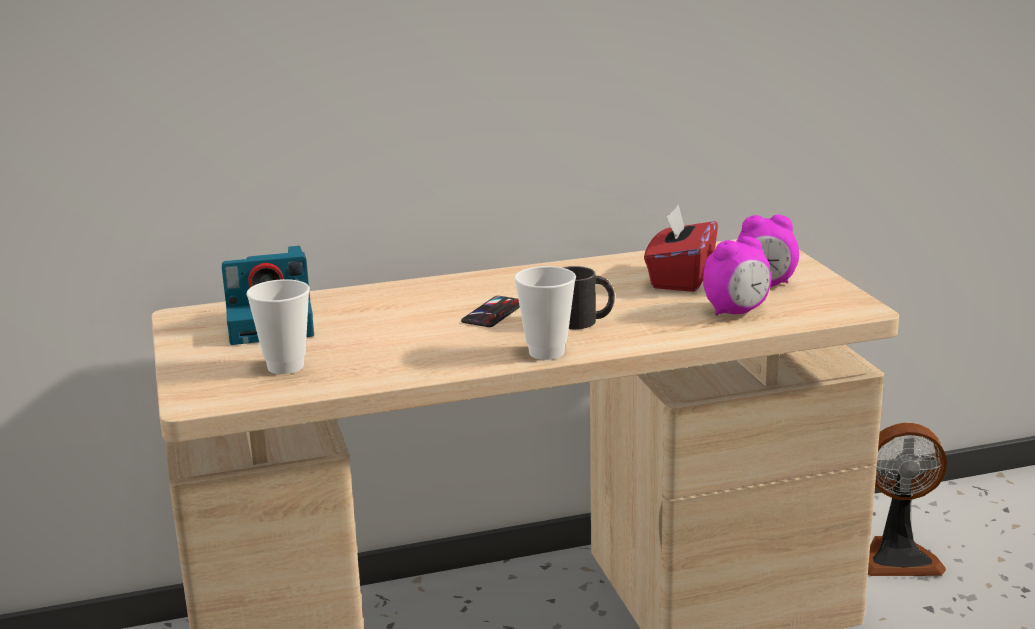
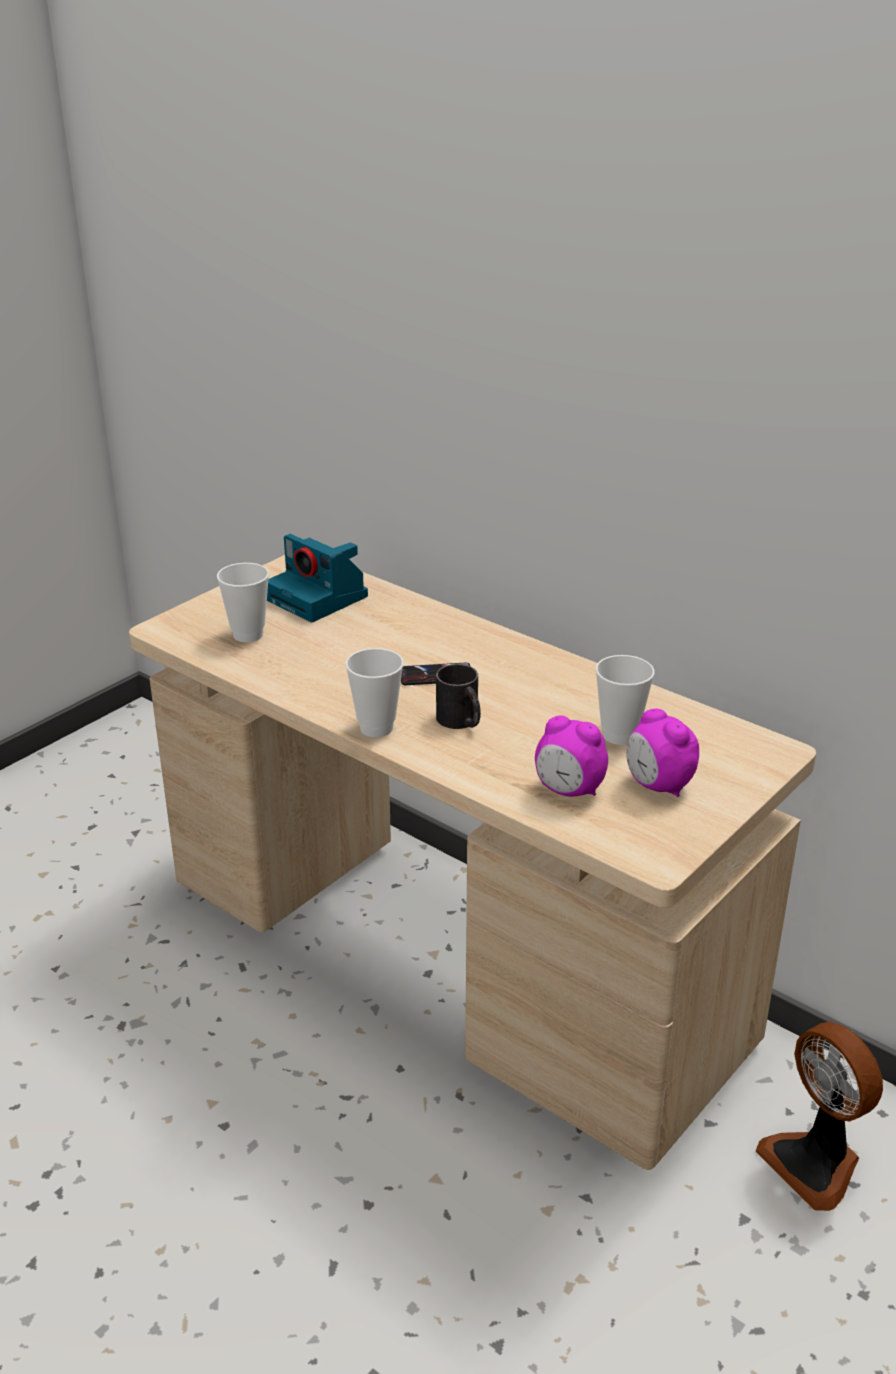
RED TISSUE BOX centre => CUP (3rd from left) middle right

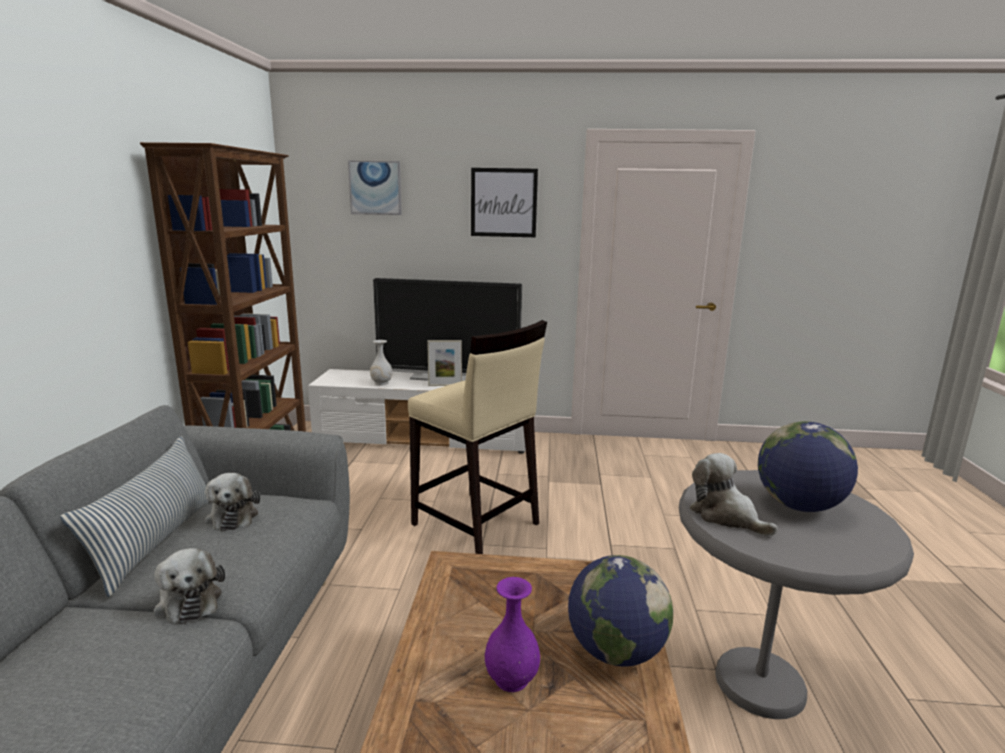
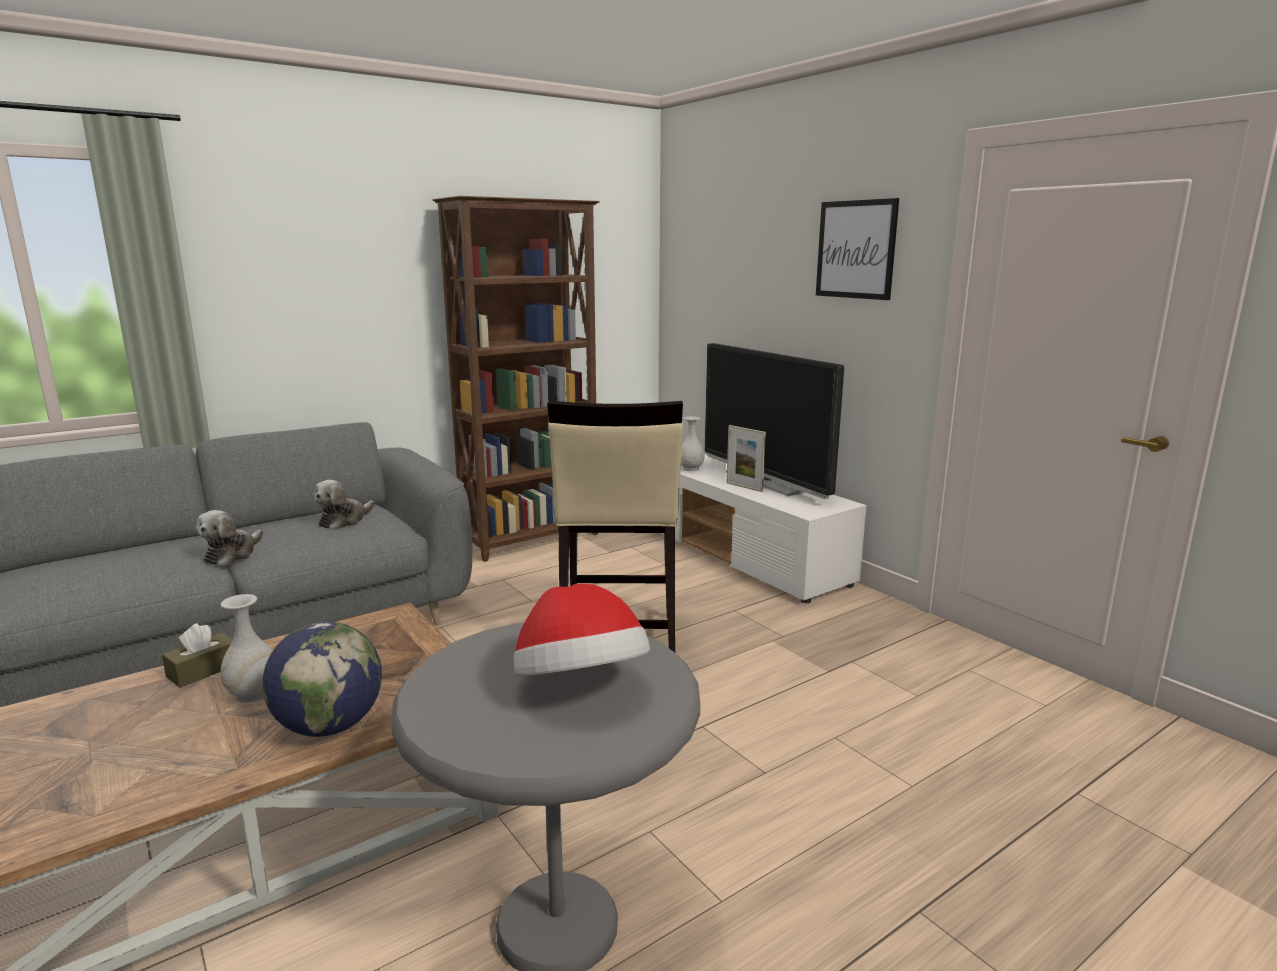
PILLOW bottom left => nothing
PICTURE (1st from left) top centre => nothing
PLUSH TOY (3rd from left) middle right => nothing
nothing => BROWN TISSUE BOX bottom left
GLOBE (2nd from left) middle right => HAT centre
PURPLE VASE bottom centre => WHITE VASE (1st from left) bottom left

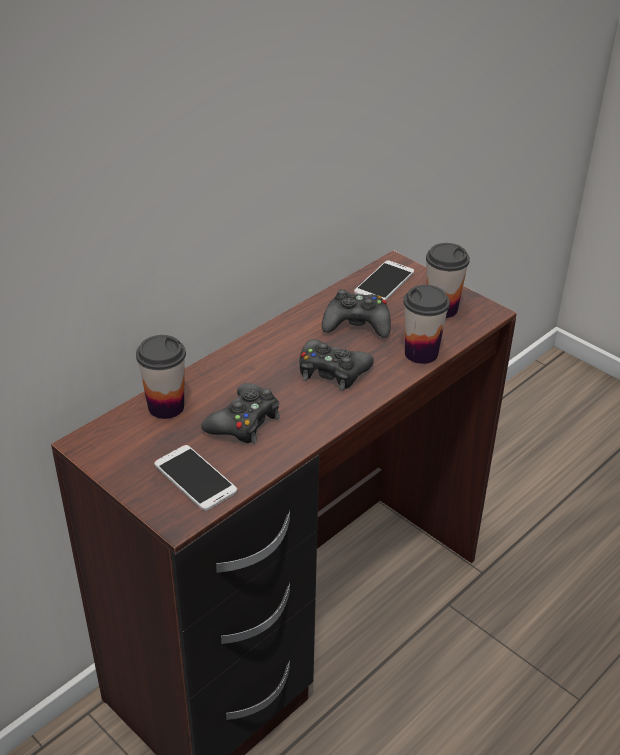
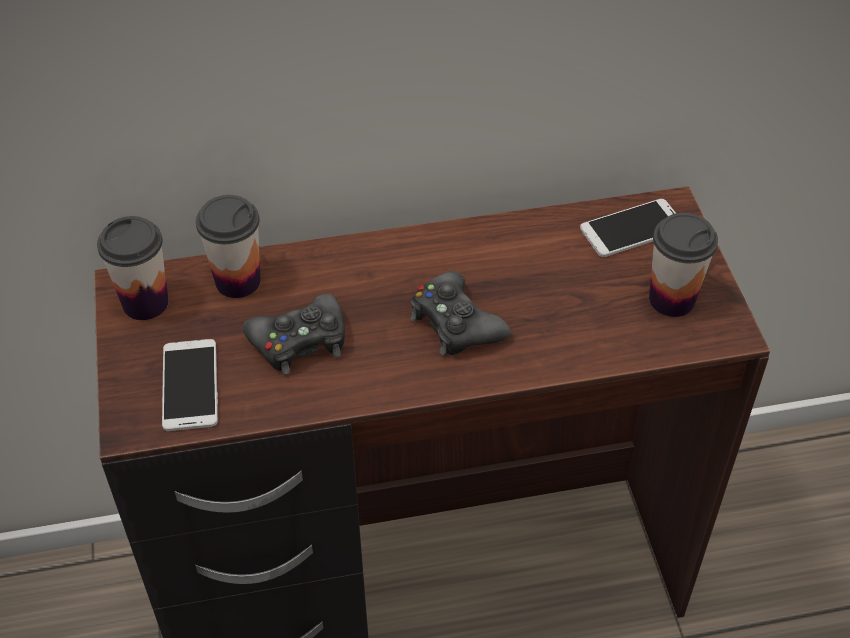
BLACK GAME CONTROLLER (3rd from left) centre => nothing
CUP (2nd from left in the first image) middle right => CUP (1st from left) middle left, moved

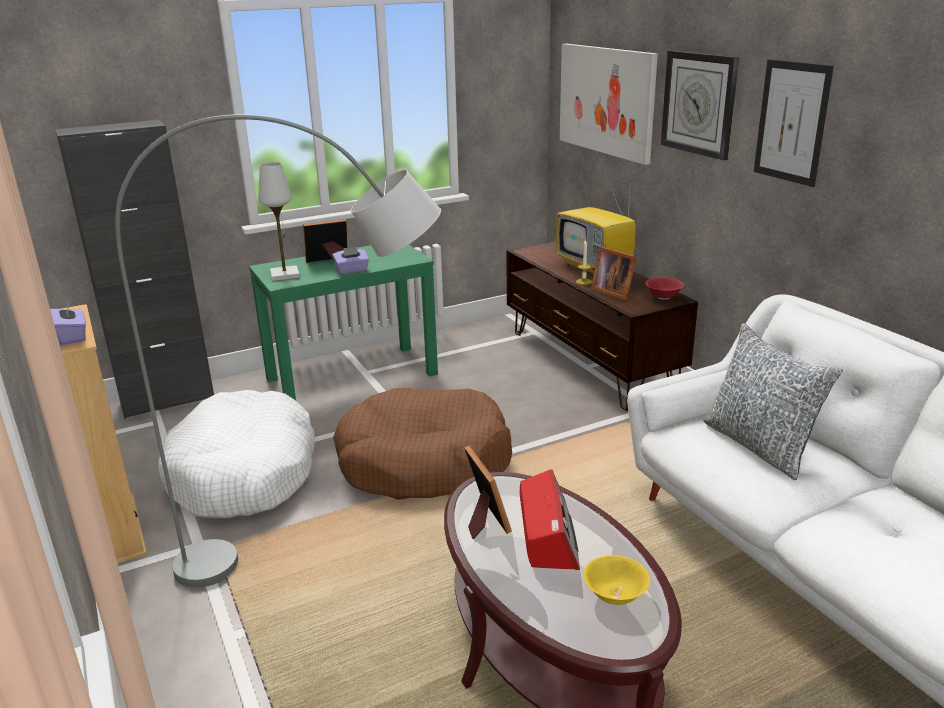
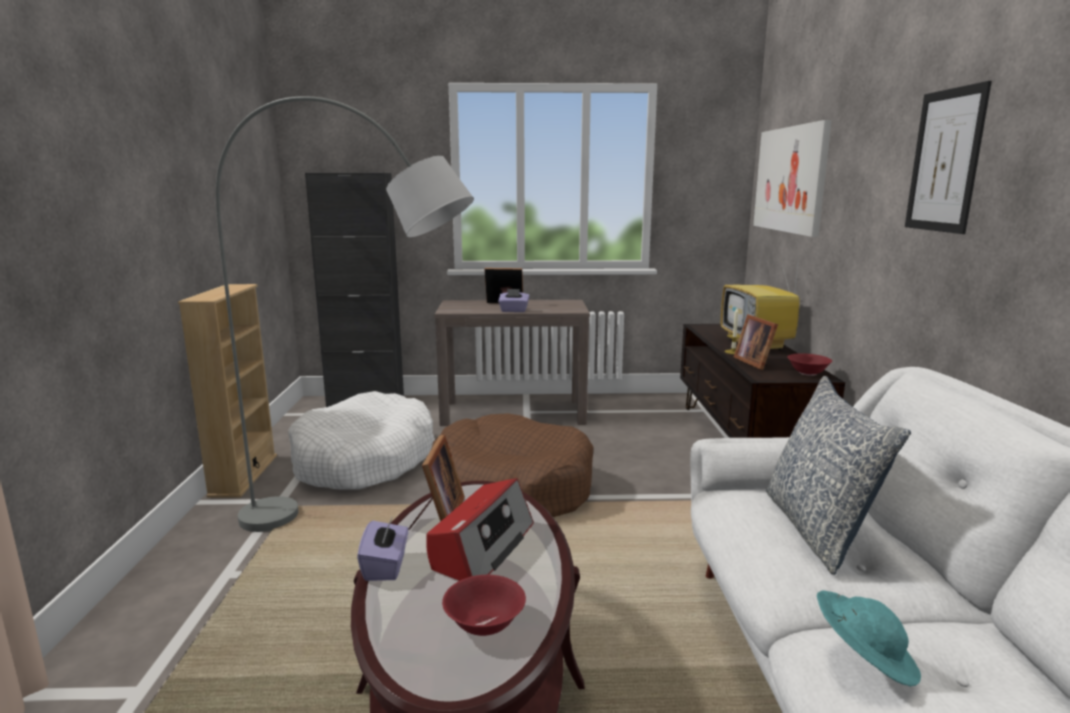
WHITE TABLE LAMP top left => nothing
WALL CLOCK top right => nothing
nothing => TURQUOISE HAT bottom right
PURPLE TISSUE BOX (1st from left) middle left => PURPLE TISSUE BOX (1st from left) bottom centre, moved
GREEN CONSOLE TABLE centre => BROWN CONSOLE TABLE centre
YELLOW BOWL bottom centre => RED BOWL (1st from left) bottom centre

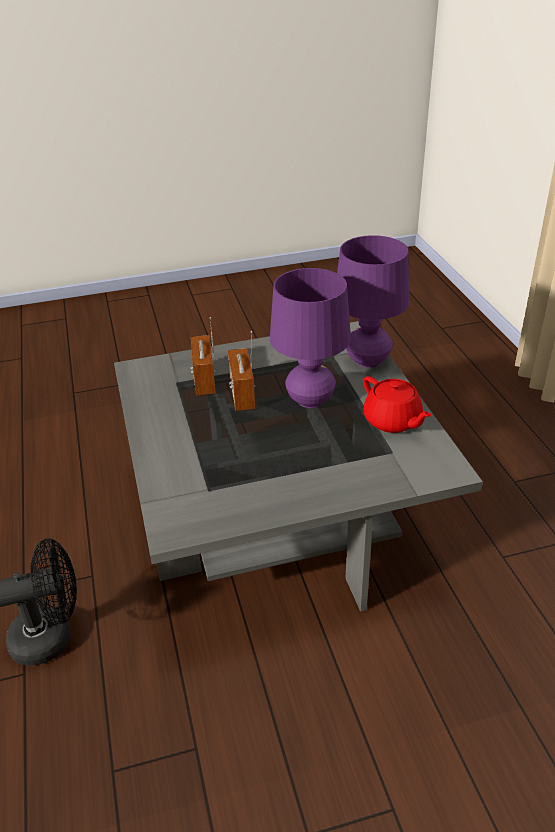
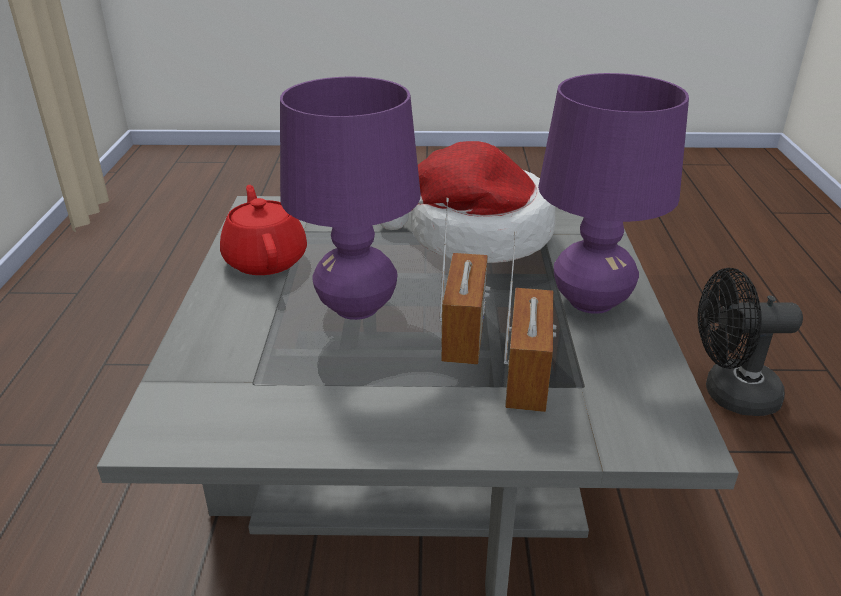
nothing => HAT centre
PURPLE TABLE LAMP (2nd from left) middle right => PURPLE TABLE LAMP (2nd from left) top right, moved

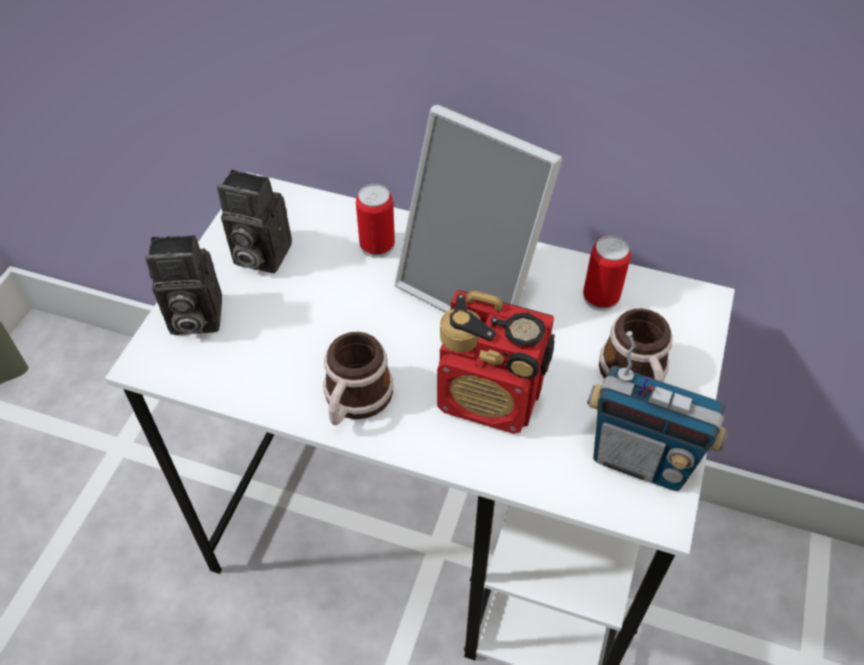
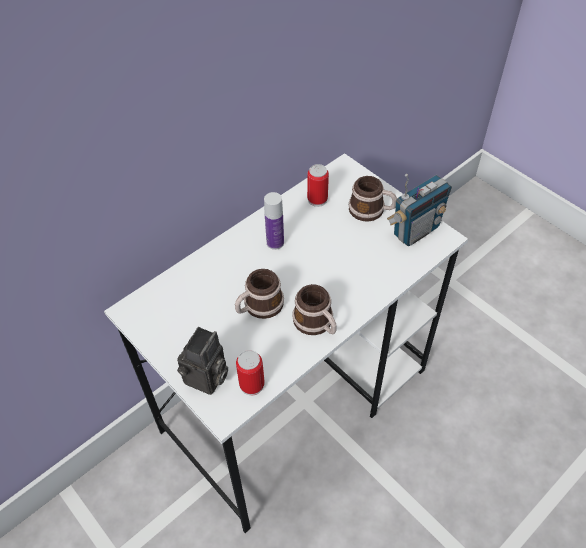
PHOTO CAMERA (2nd from left) top left => nothing
RADIO (1st from left) centre => nothing
nothing => MUG (1st from left) centre
CAN (1st from left) top centre => CAN (1st from left) bottom centre, moved
PICTURE FRAME top centre => BOTTLE centre

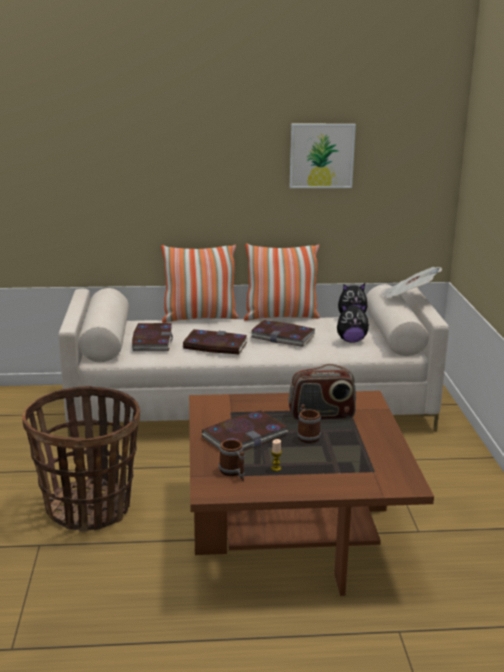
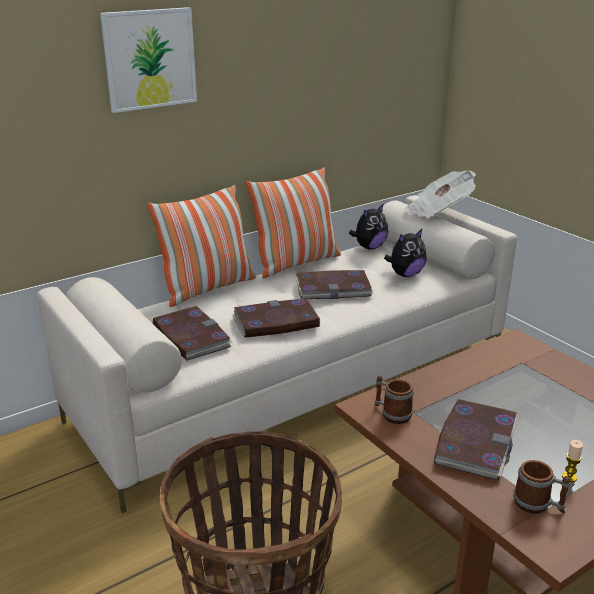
RADIO centre => nothing
PICTURE top centre => PICTURE top left, moved
MUG (2nd from left in the first image) centre => MUG (1st from left) bottom centre, moved

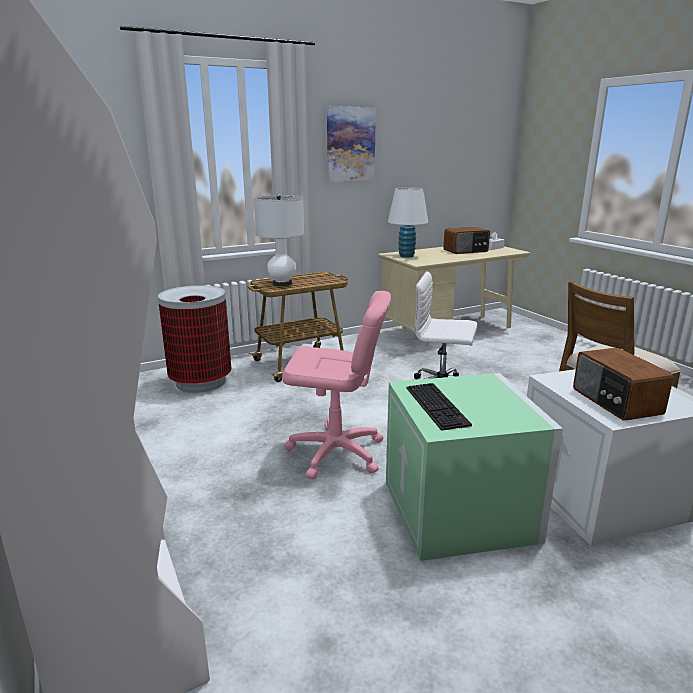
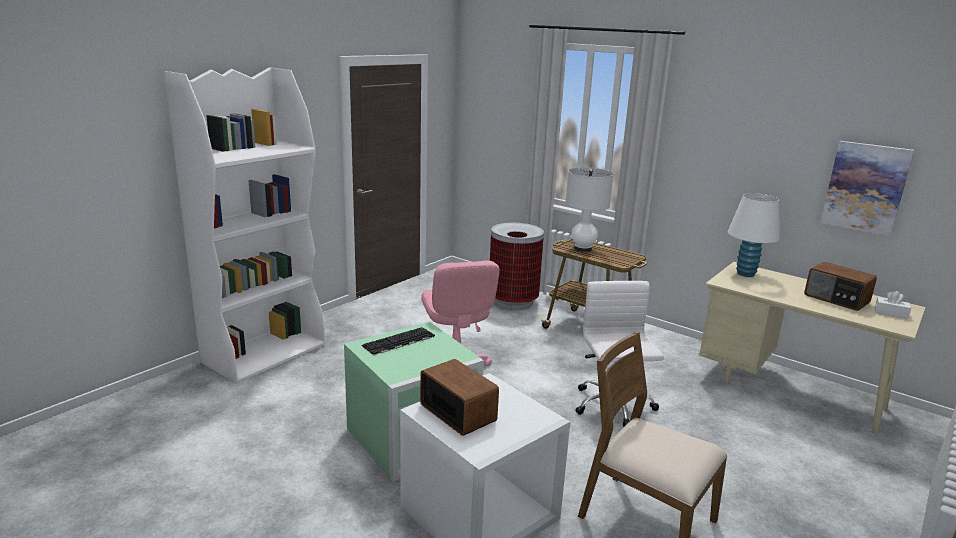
PICTURE top centre => PICTURE middle right, moved
RADIO (2nd from left in the first image) middle right => RADIO (1st from left) bottom centre, 90 degrees clockwise

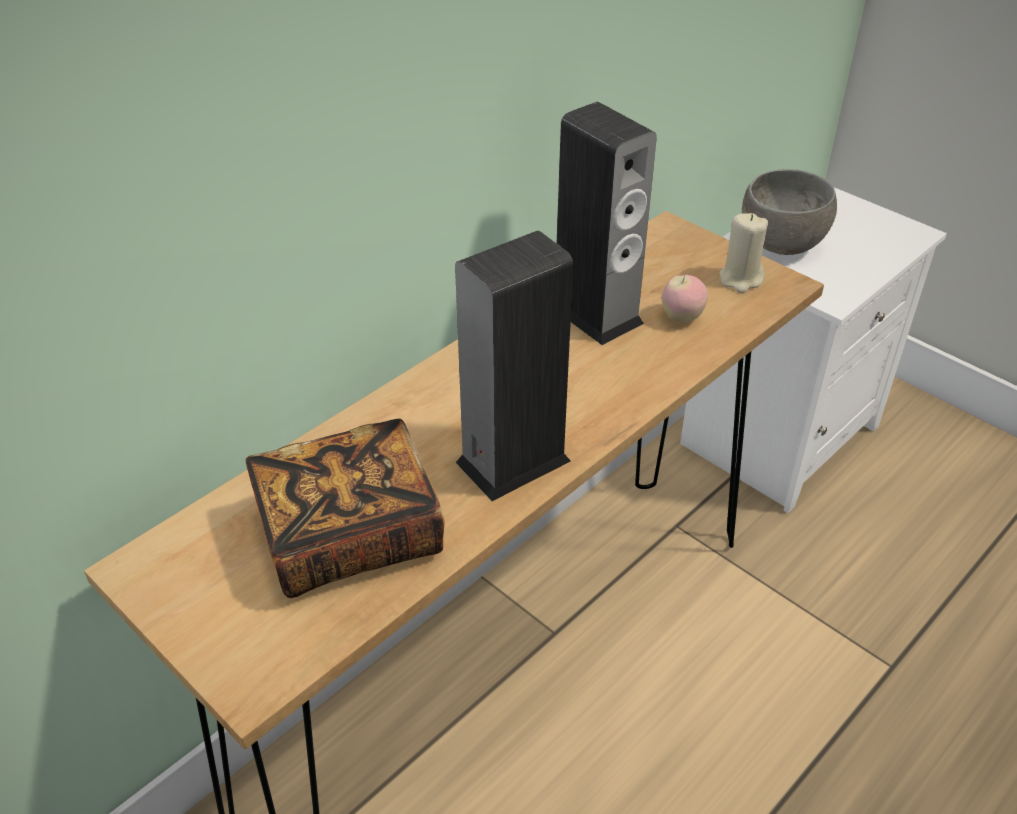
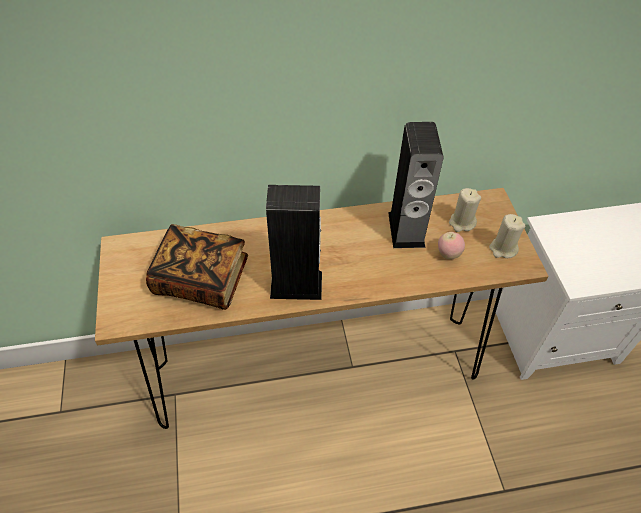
GREY BOWL top right => nothing
nothing => BEIGE CANDLE (1st from left) middle right

